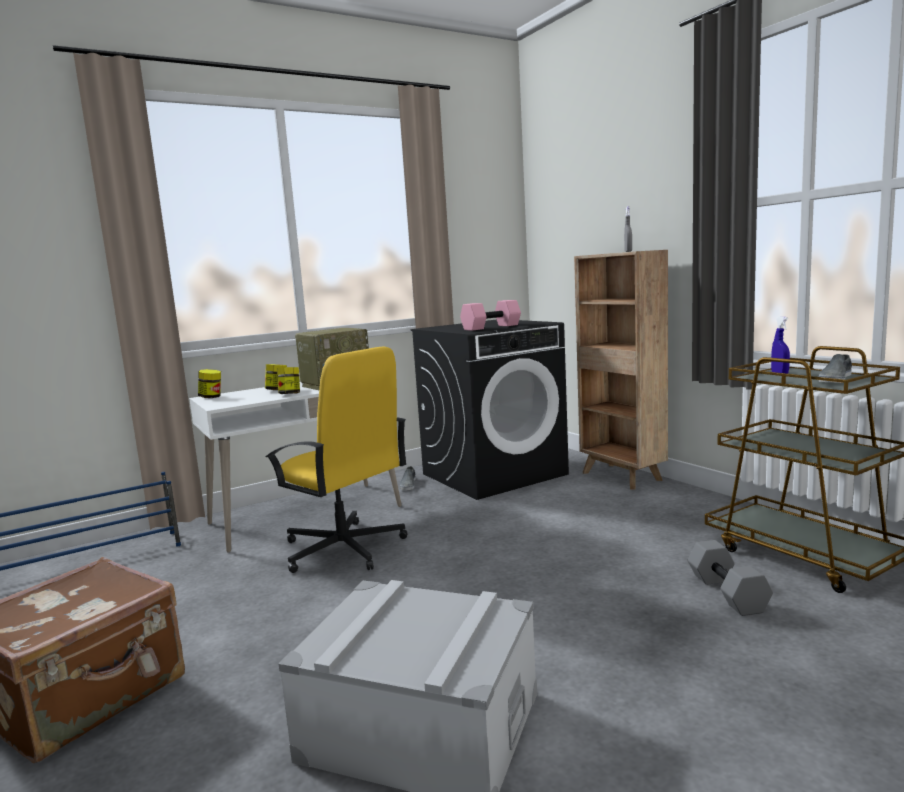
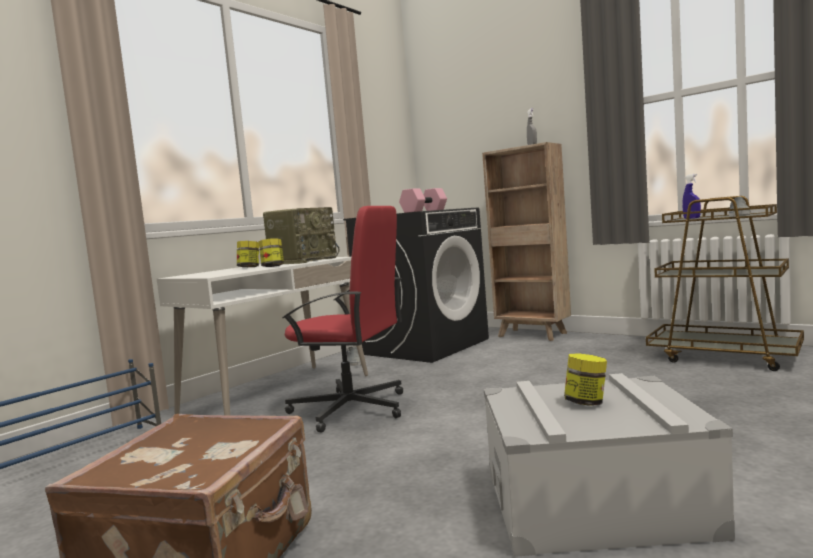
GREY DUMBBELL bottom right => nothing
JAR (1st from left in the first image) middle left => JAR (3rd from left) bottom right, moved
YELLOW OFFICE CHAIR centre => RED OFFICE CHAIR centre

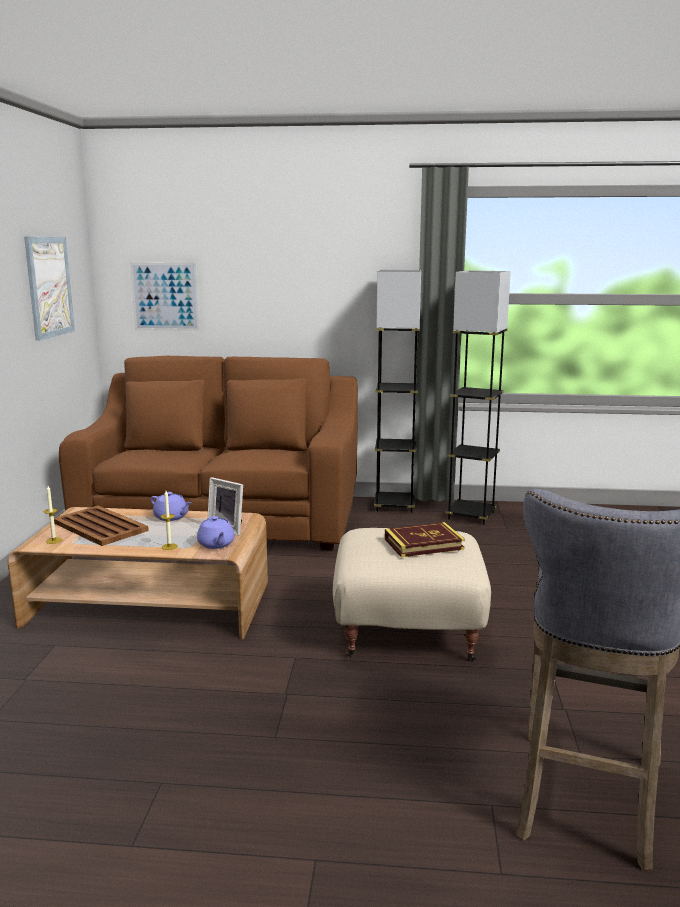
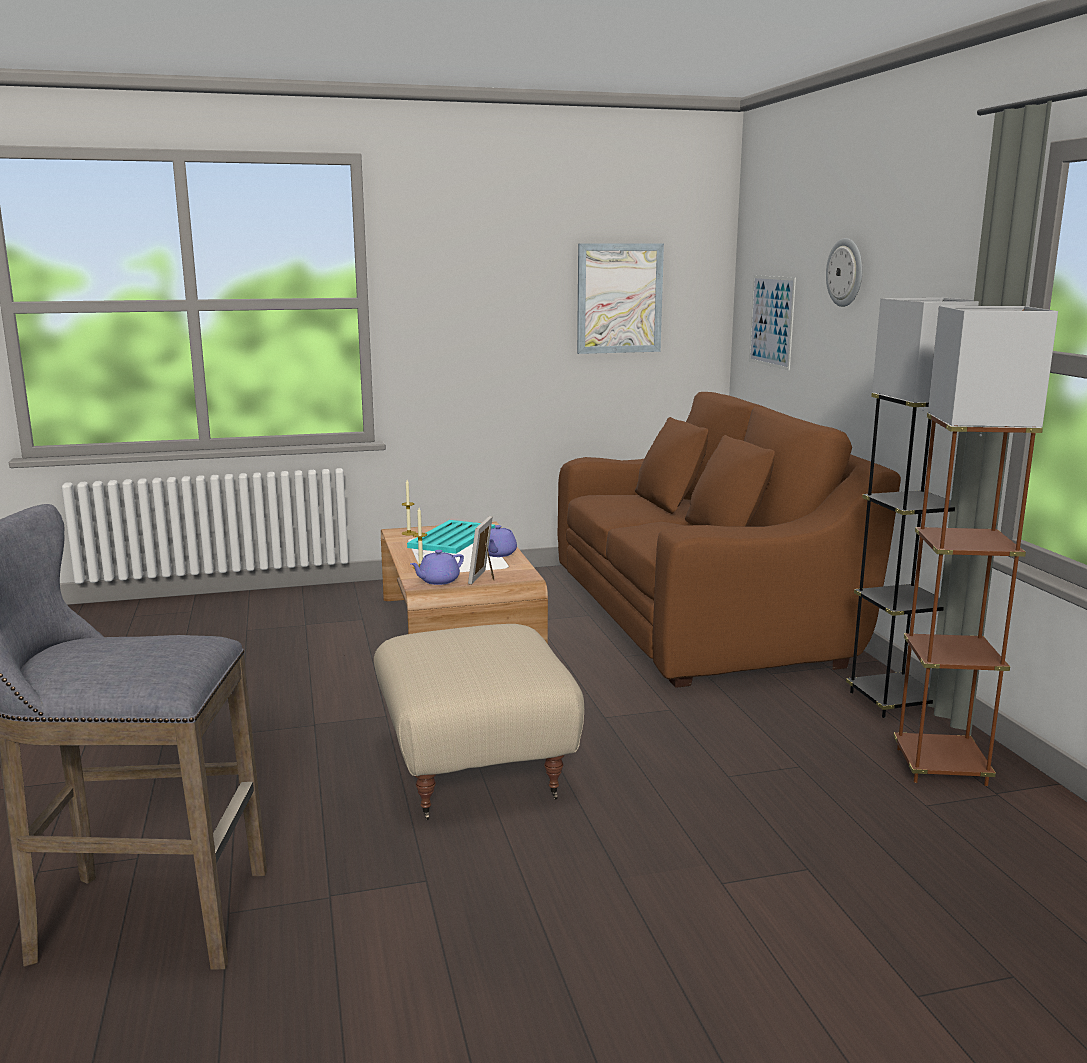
BOOK centre => nothing
nothing => WALL CLOCK top right
BROWN TRAY middle left => TURQUOISE TRAY centre
GREY FLOOR LAMP (2nd from left) middle right => BROWN FLOOR LAMP middle right

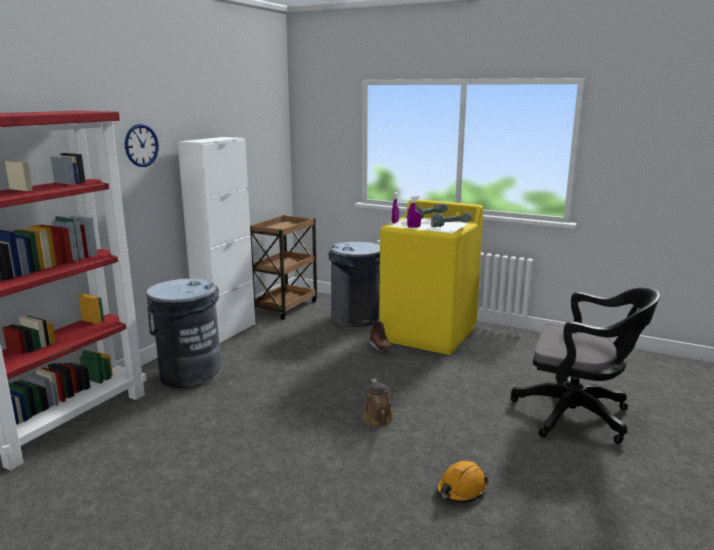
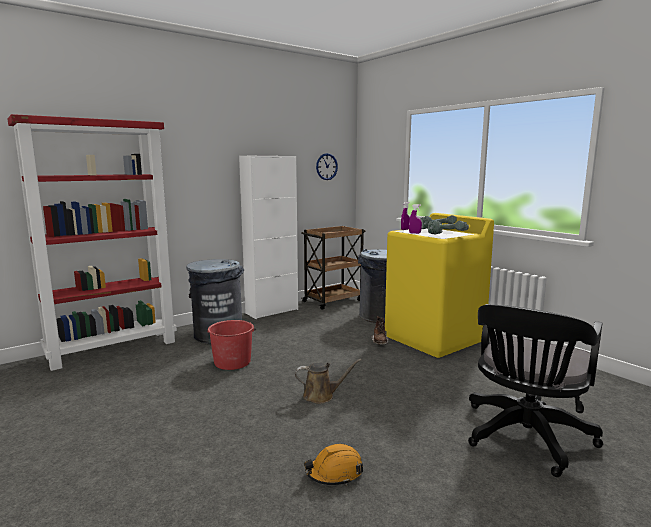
nothing => RED BUCKET centre
WALL CLOCK top left => WALL CLOCK top centre, moved
BROWN WATERING CAN bottom centre, 105 degrees counterclockwise
BLACK OFFICE CHAIR middle right => BLACK OFFICE CHAIR bottom right, 75 degrees clockwise

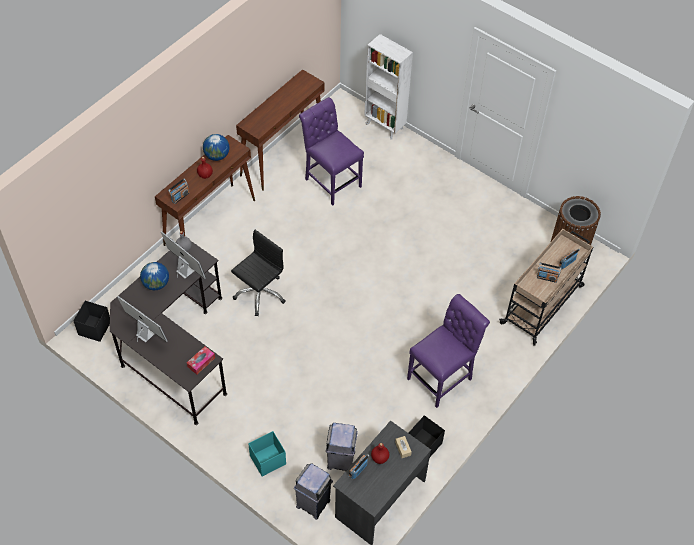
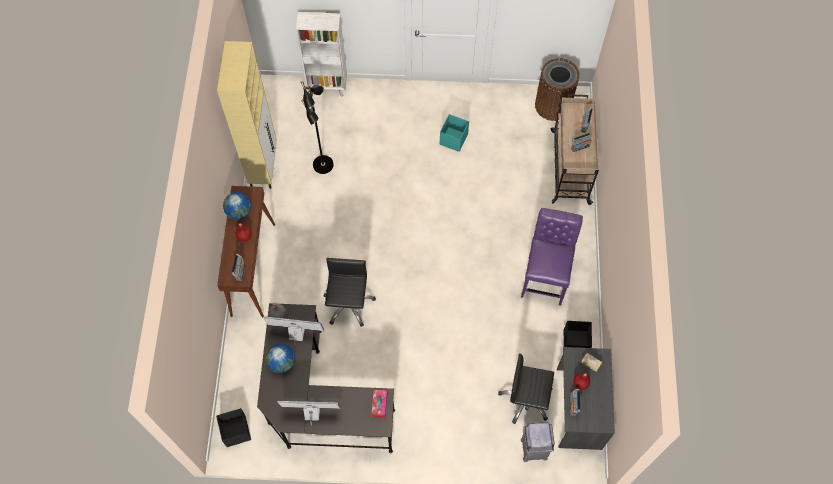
TURQUOISE STORAGE BOX bottom centre => TURQUOISE STORAGE BOX top centre, moved
BROWN CONSOLE TABLE (2nd from left) top centre => BEIGE CABINET top left
PURPLE CHAIR (1st from left) top centre => BLACK FLOOR LAMP top centre
GREY TRASH CAN (2nd from left) bottom centre => BLACK OFFICE CHAIR (2nd from left) bottom centre

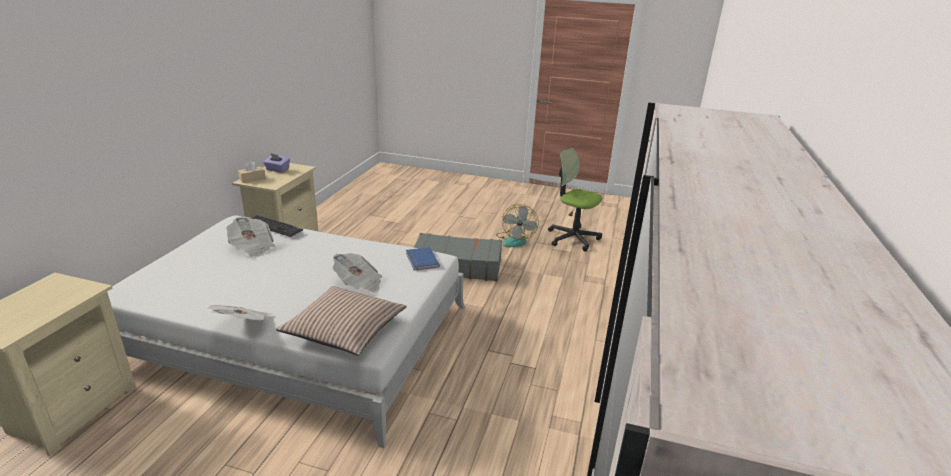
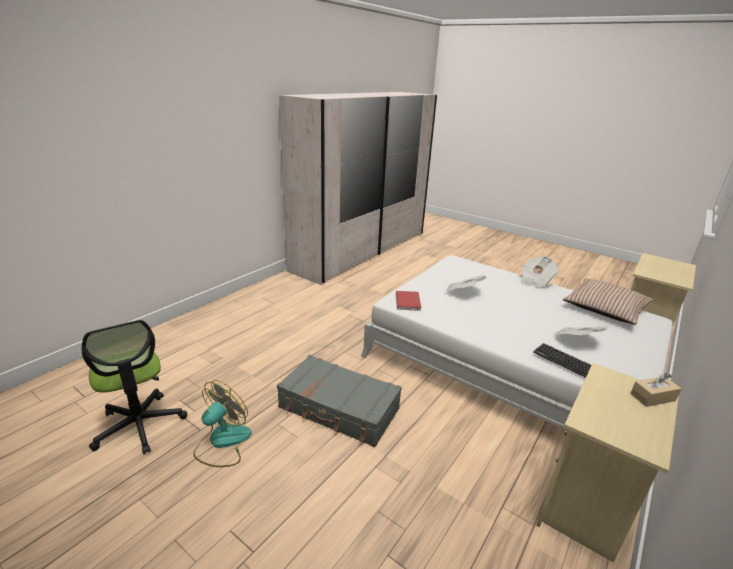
PURPLE TISSUE BOX middle left => nothing
PILLOW bottom centre => PILLOW middle right, moved
BLUE BOOK centre => RED BOOK centre

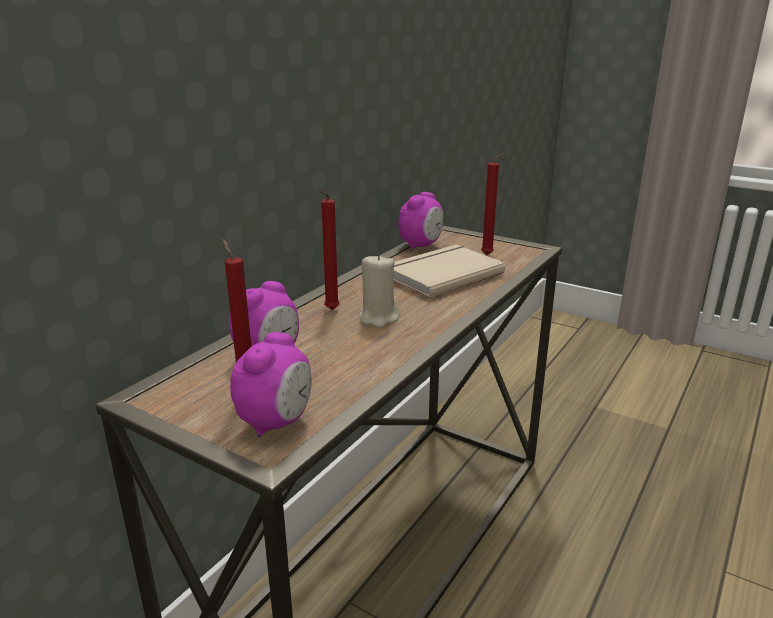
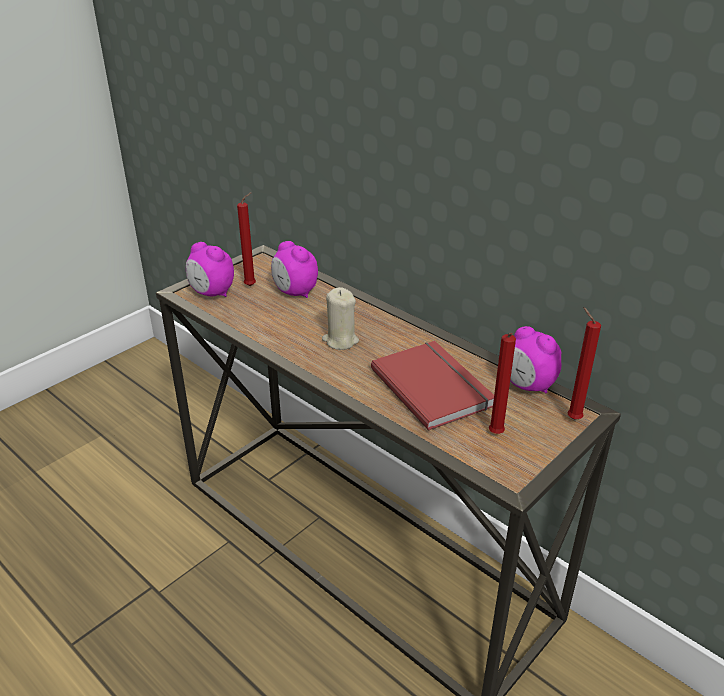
RED CANDLE (2nd from left in the first image) centre => RED CANDLE (3rd from left) middle right, moved
BEIGE BOOK centre => RED BOOK centre

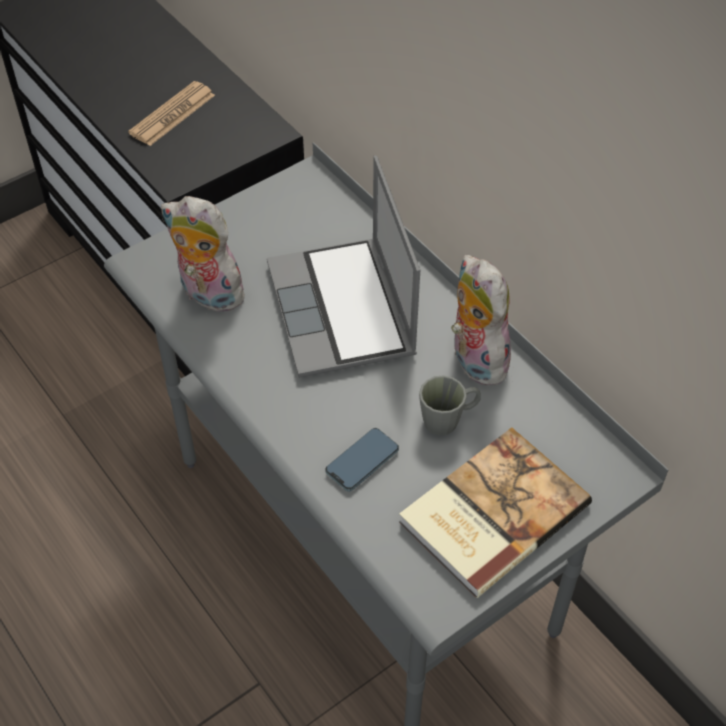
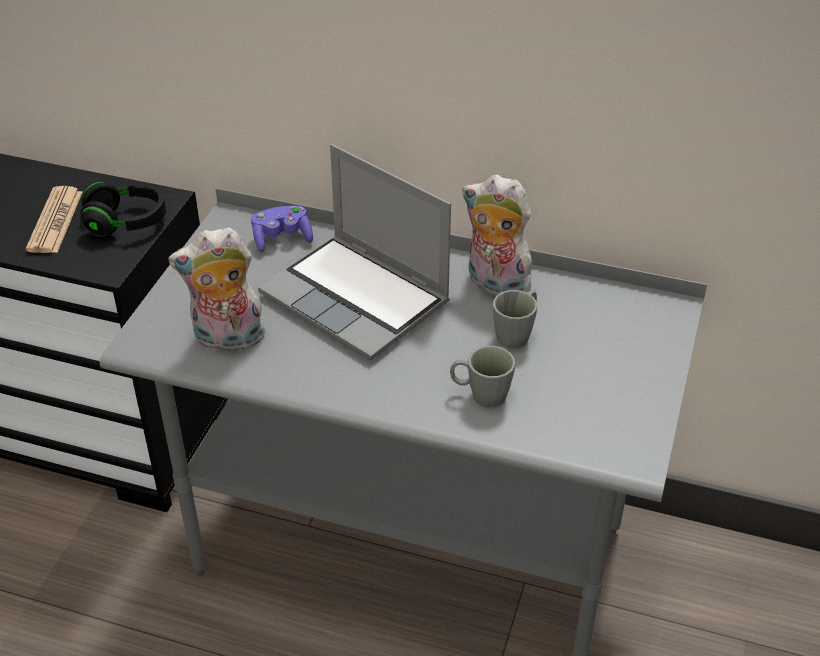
BOOK bottom right => nothing
nothing => BLACK HEADPHONES top left
nothing => PURPLE GAME CONTROLLER centre
PHONE centre => GREY MUG (1st from left) centre

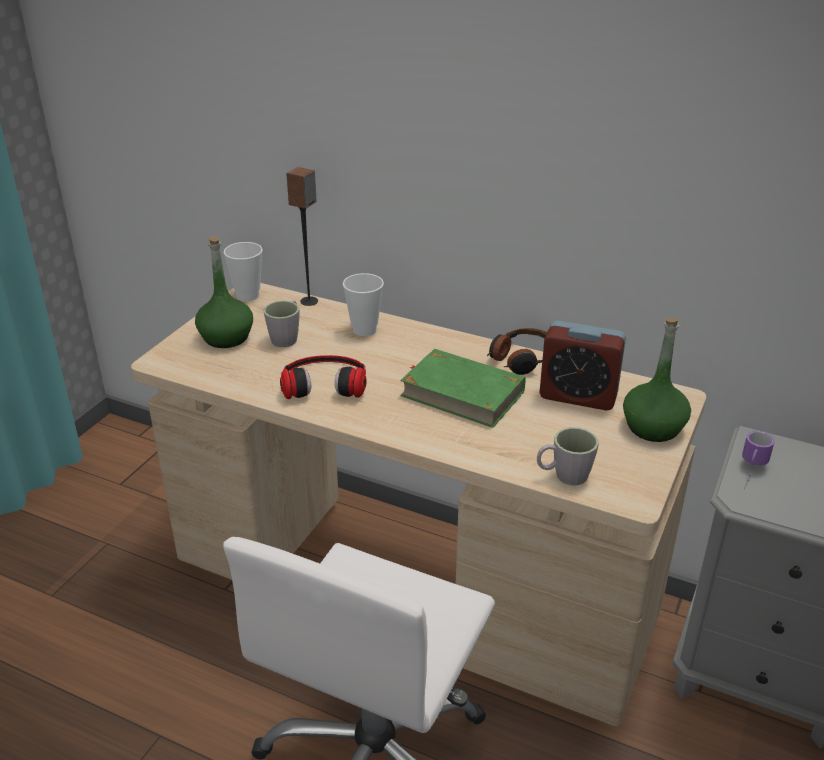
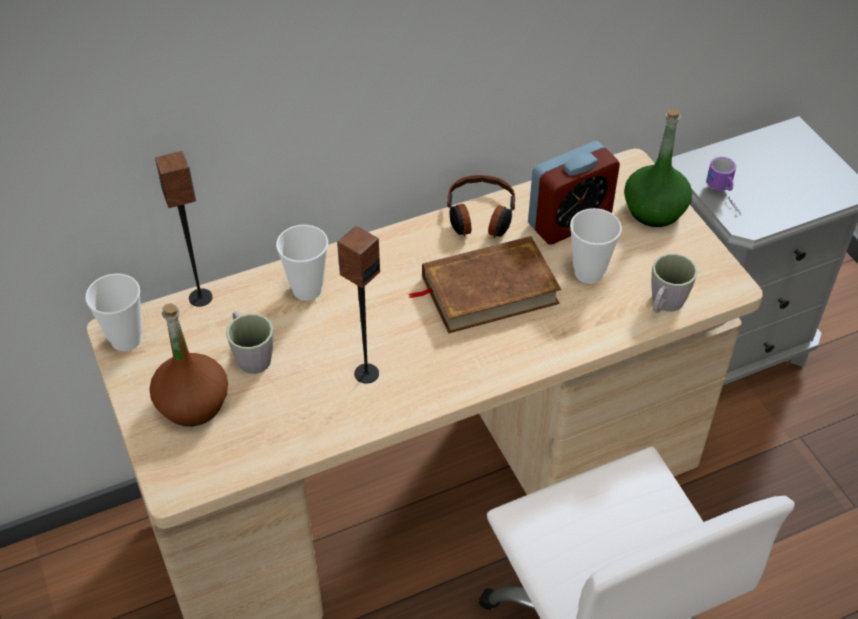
nothing => CUP (3rd from left) middle right
HEADPHONES (1st from left) centre => SPEAKER (2nd from left) centre
GREEN BOTTLE (1st from left) middle left => BROWN BOTTLE middle left
GREEN BOOK centre => BROWN BOOK centre

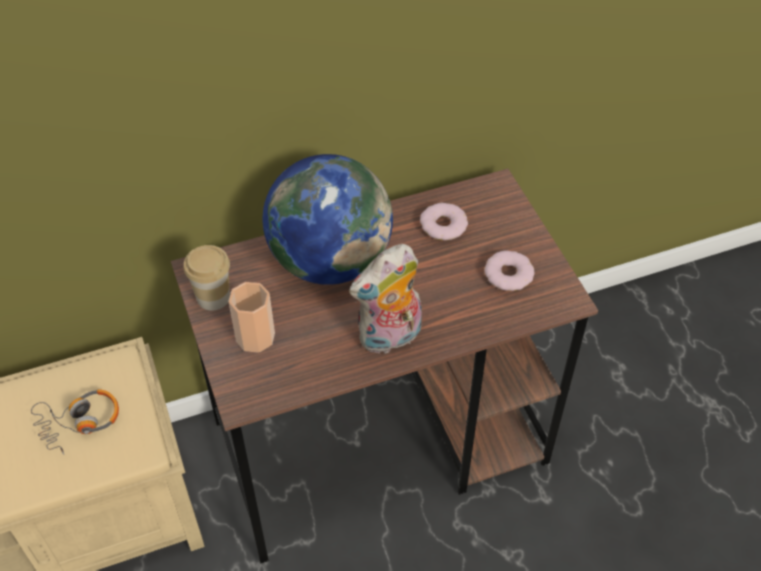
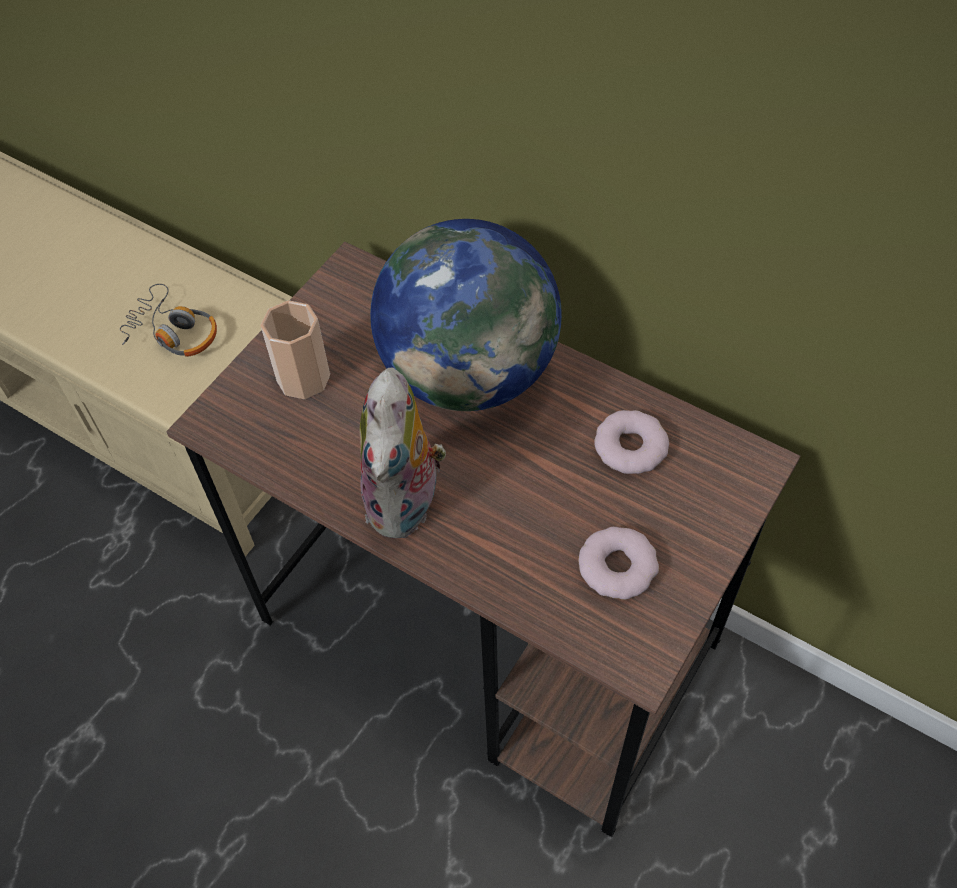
CUP (1st from left) middle left => nothing
PLUSH TOY centre, 105 degrees counterclockwise

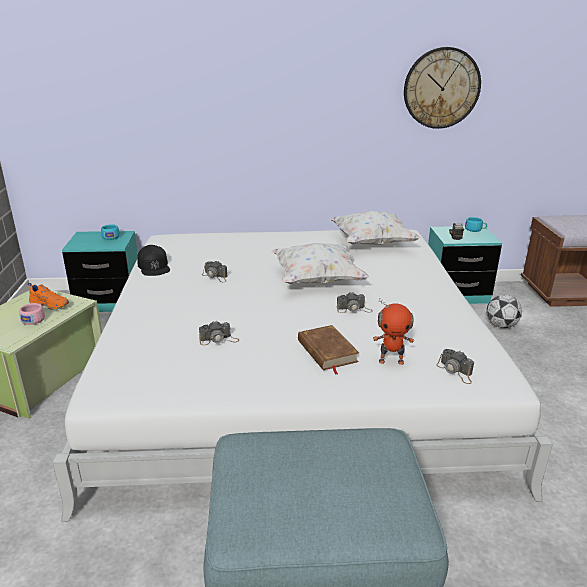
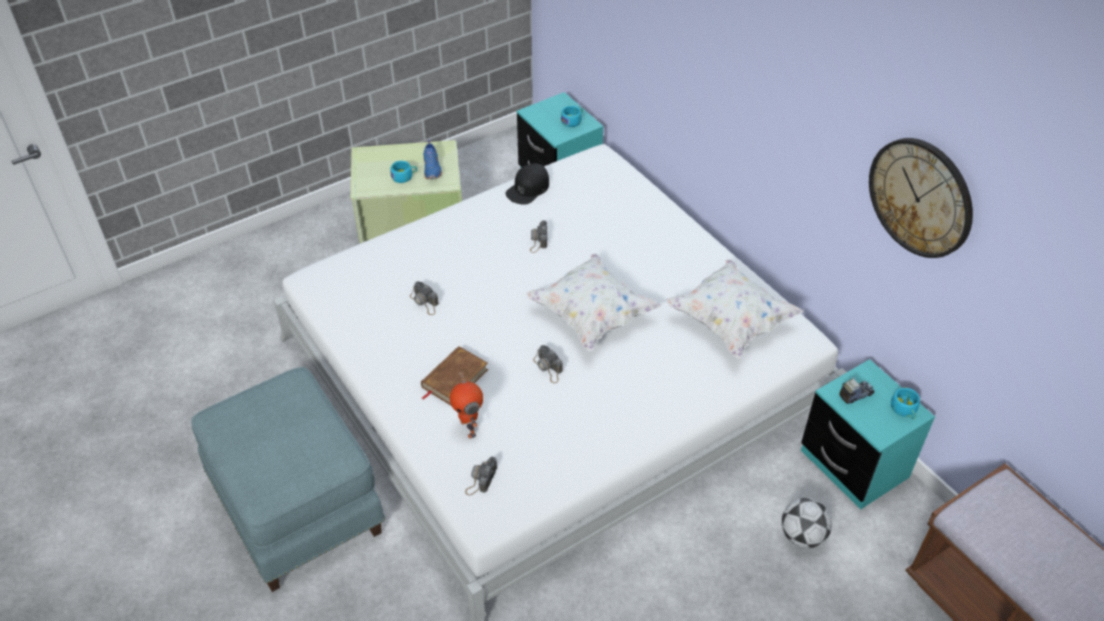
PINK CUP middle left => TURQUOISE CUP (1st from left) top centre
ORANGE SHOE middle left => BLUE SHOE top centre

